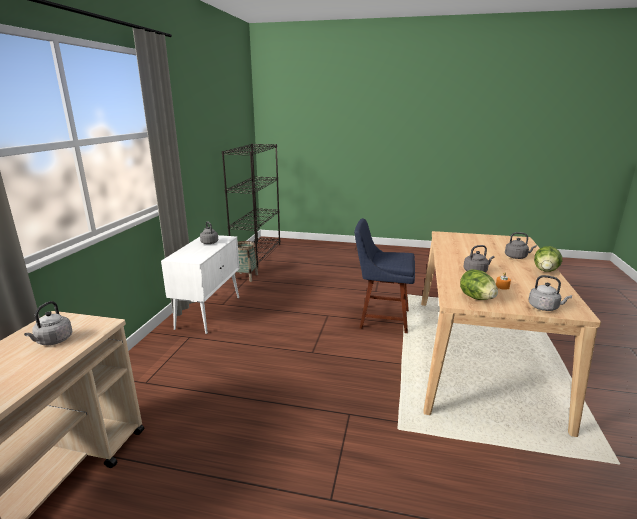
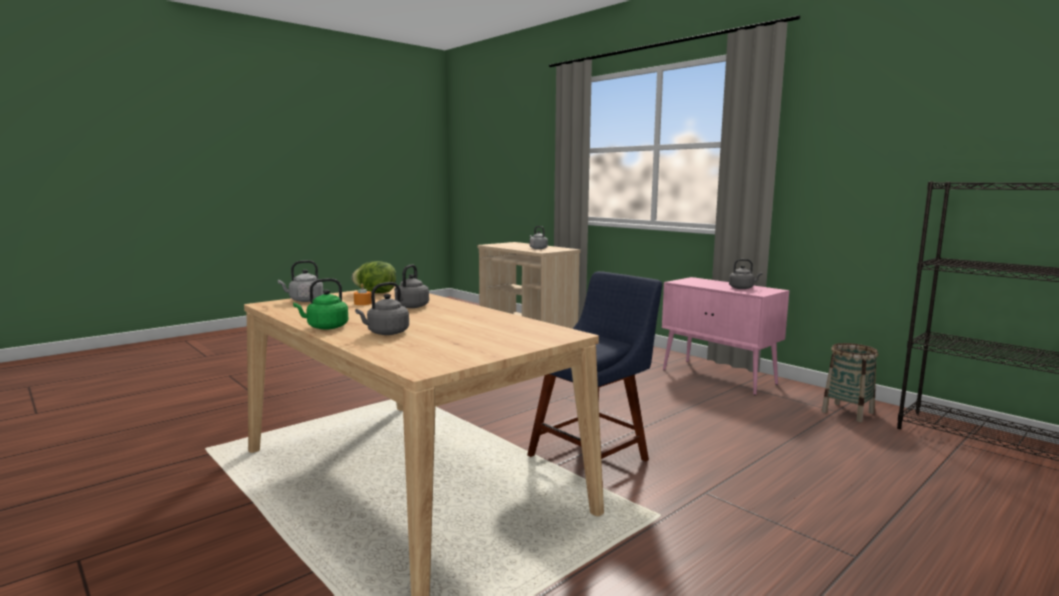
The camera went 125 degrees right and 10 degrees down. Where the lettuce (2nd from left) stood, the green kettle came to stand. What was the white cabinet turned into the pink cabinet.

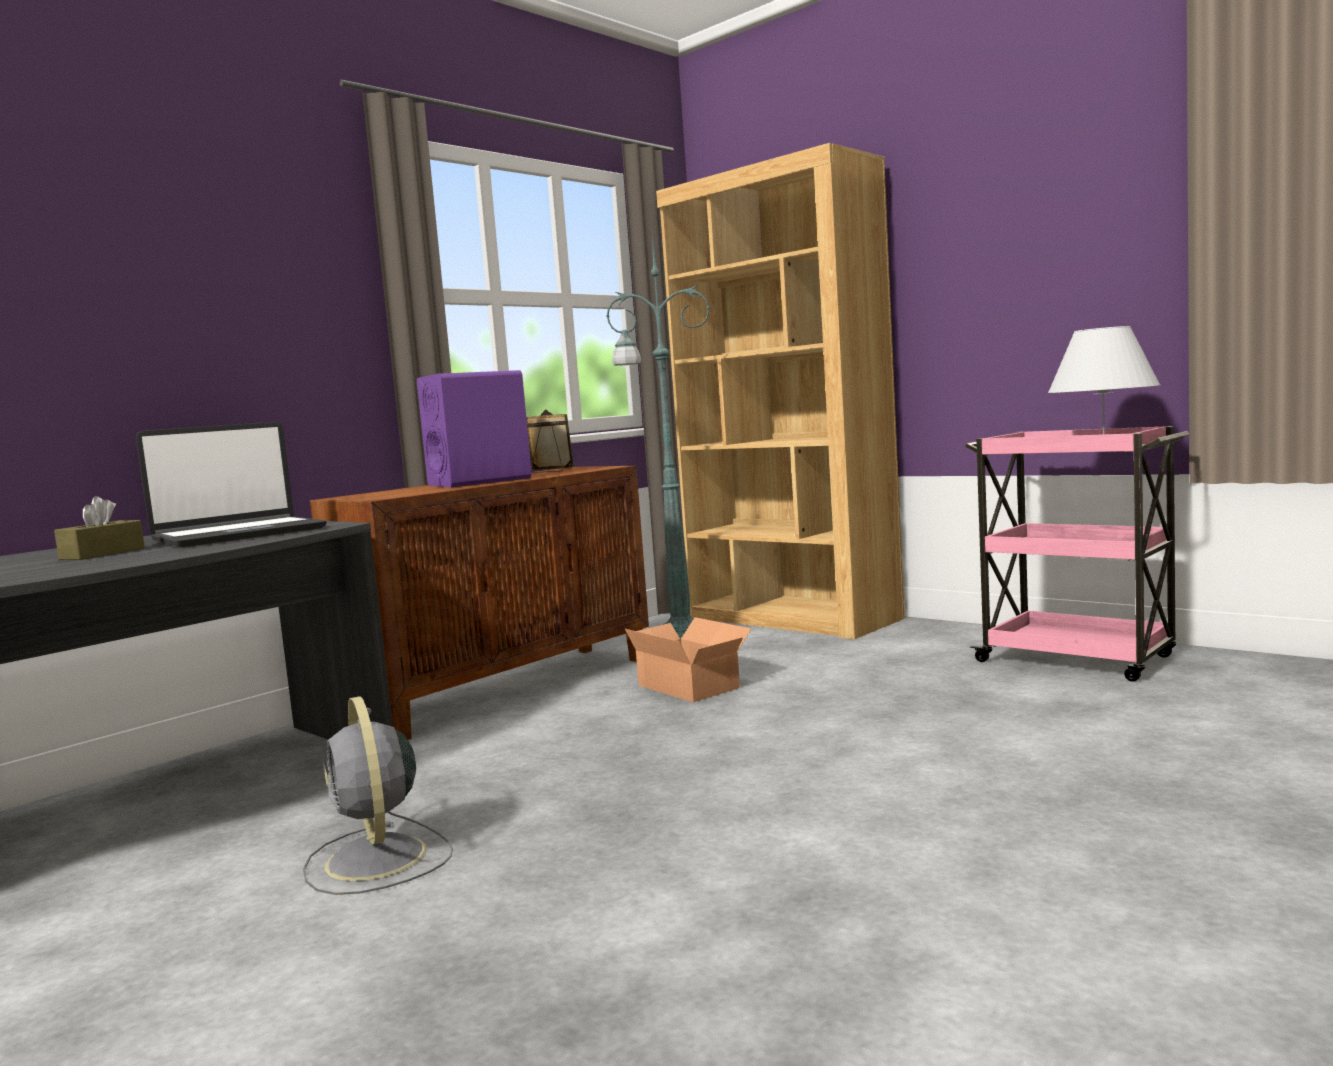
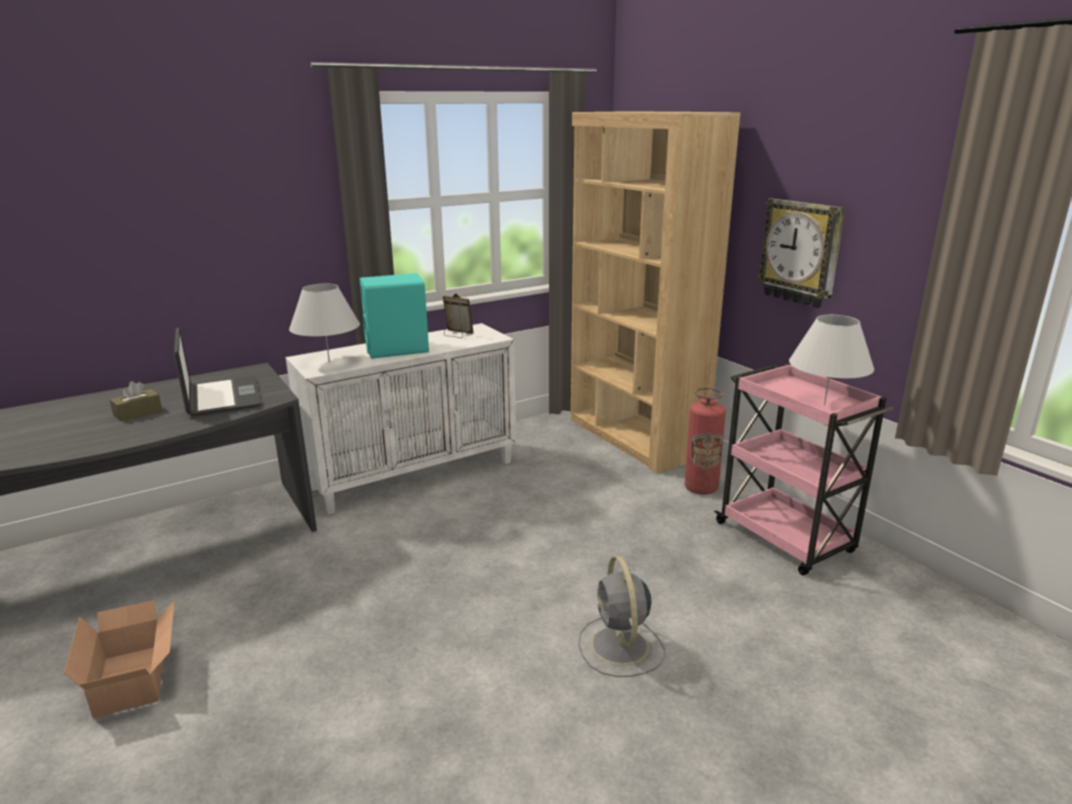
The camera went 15 degrees right and 15 degrees up. The second view lost the green floor lamp. The second view gained the white table lamp (1st from left). The second view gained the fire extinguisher. The second view gained the wall clock. The grey fan ended up elsewhere. The cardboard box ended up elsewhere. What was the brown cabinet turned into the white cabinet. What was the purple speaker turned into the turquoise speaker. The laptop ended up facing another way, 90 degrees counterclockwise from before.

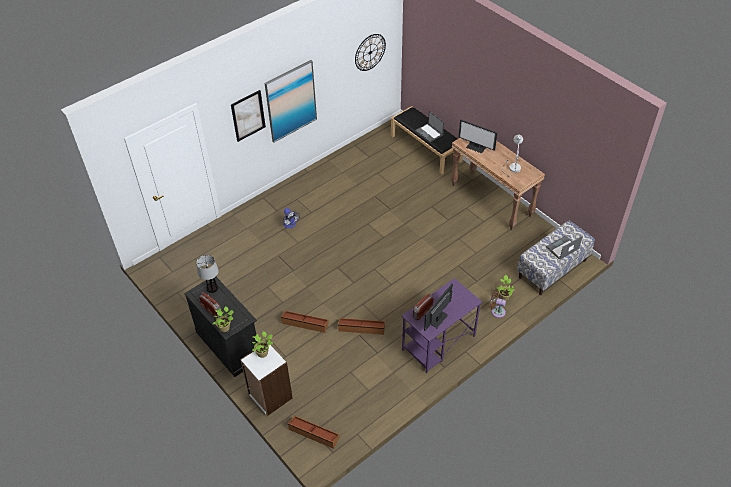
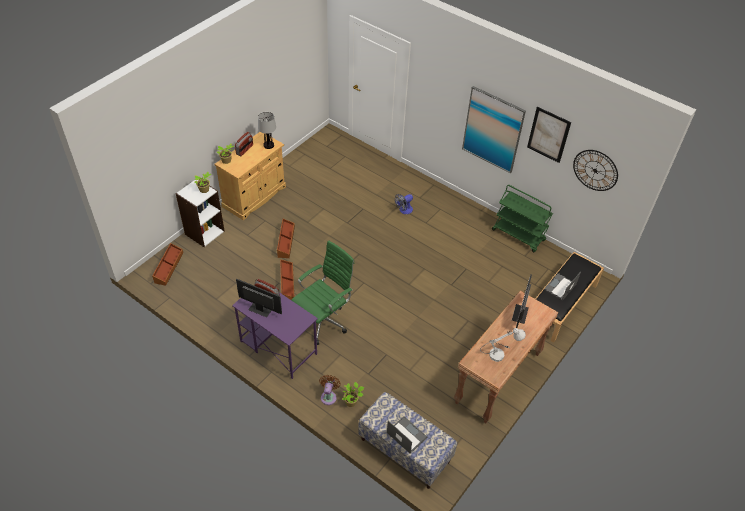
The camera went 75 degrees right and 0 degrees up. The second view gained the green office chair. The second view gained the green cart. The picture (1st from left in the first image) ended up elsewhere. What was the black cabinet turned into the beige cabinet.

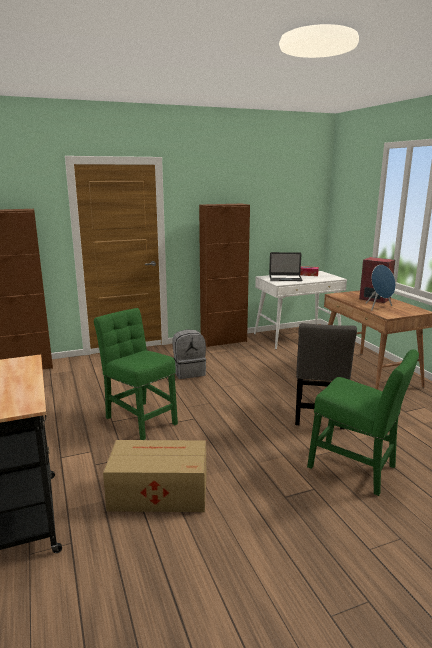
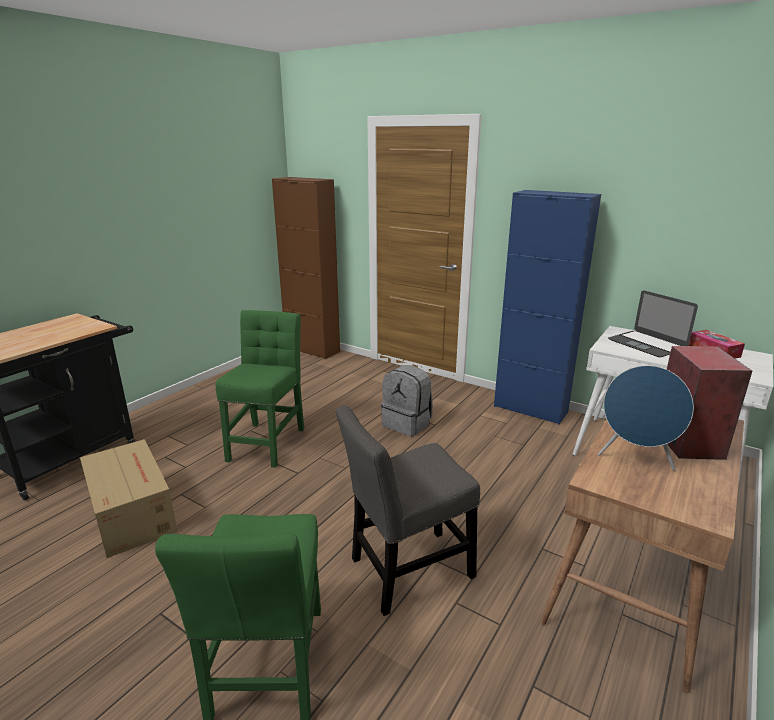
The camera went 55 degrees right and 5 degrees up. What was the brown cabinet (2nd from left) turned into the blue cabinet.

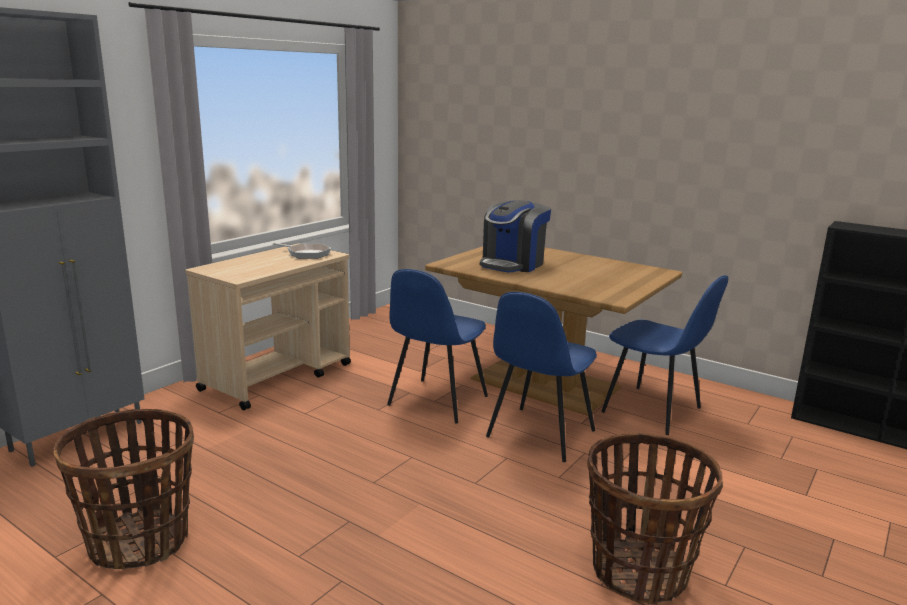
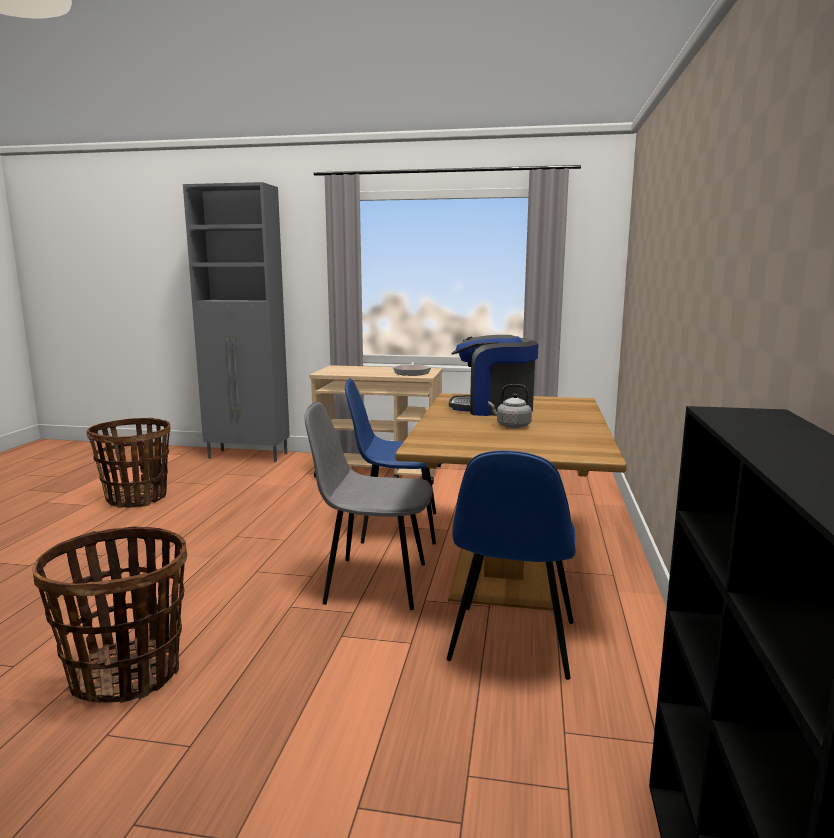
The camera went 65 degrees right and 5 degrees down. The second view gained the grey kettle. What was the blue chair (2nd from left) turned into the grey chair.

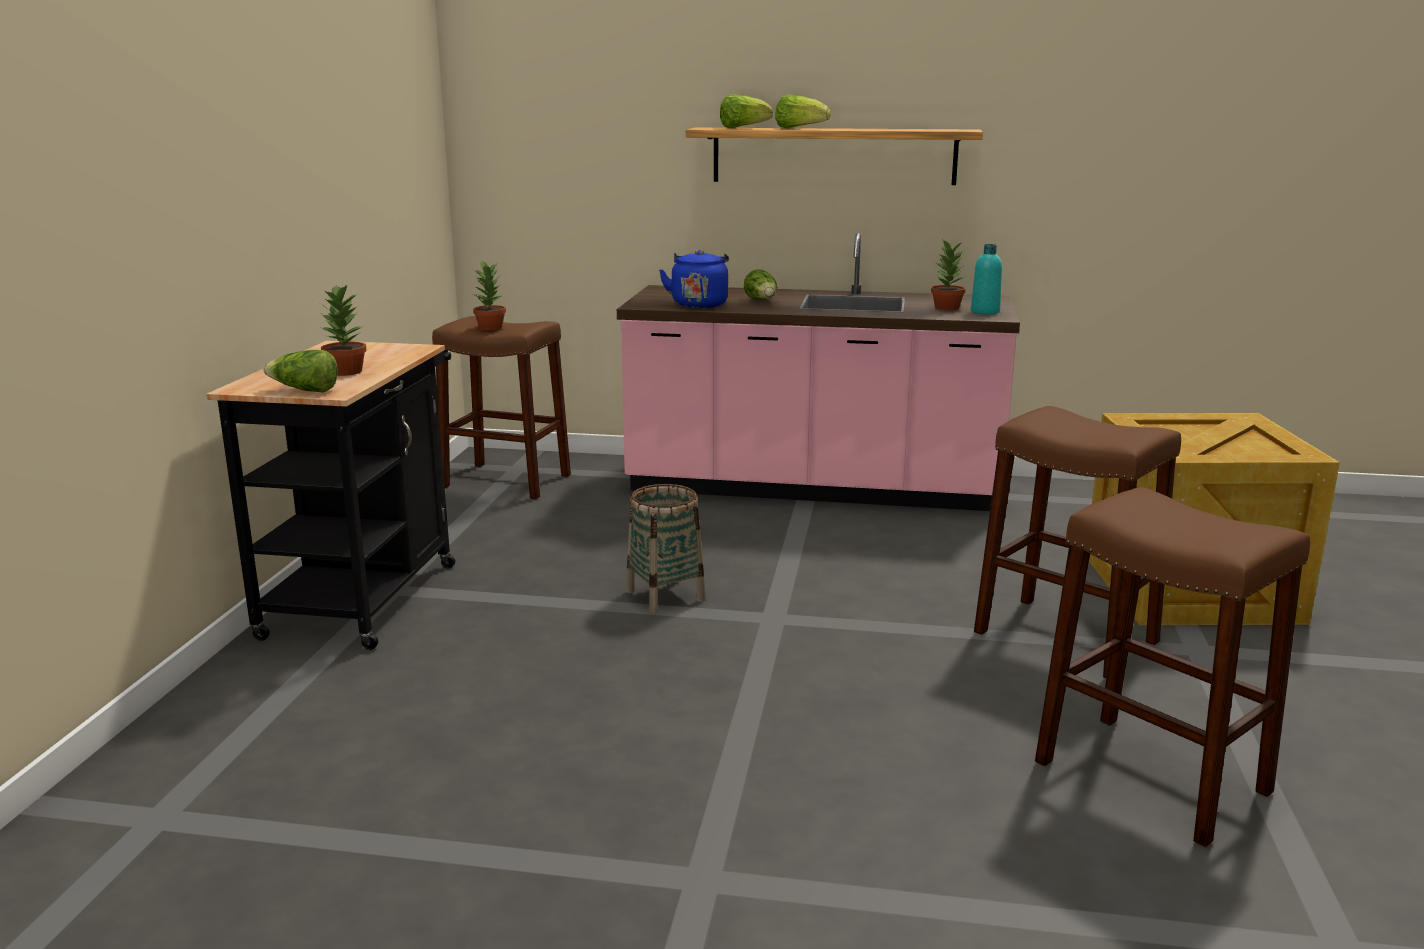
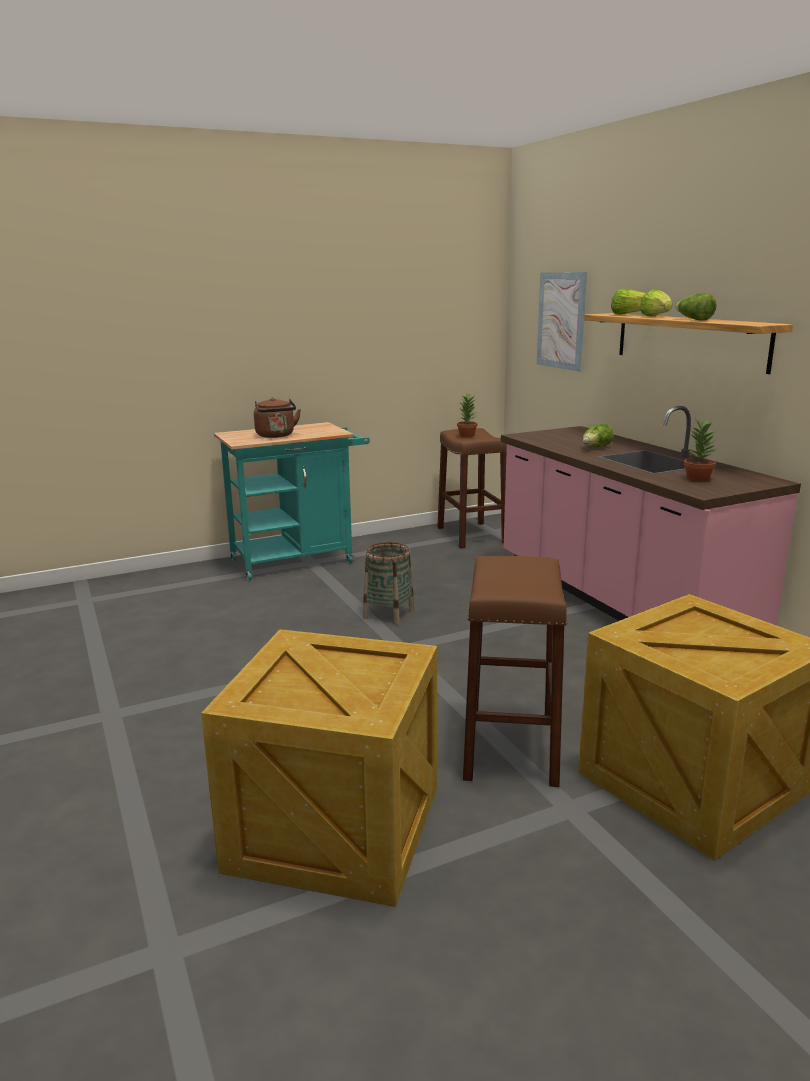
The camera went 55 degrees right and 0 degrees up. The second view lost the blue kettle. The second view lost the turquoise bottle. The second view gained the picture. The lettuce (1st from left in the first image) ended up elsewhere. Where the potted plant (1st from left) stood, the brown kettle came to stand. Where the brown stool (3rd from left) stood, the crate (1st from left) came to stand. What was the black cart turned into the turquoise cart.

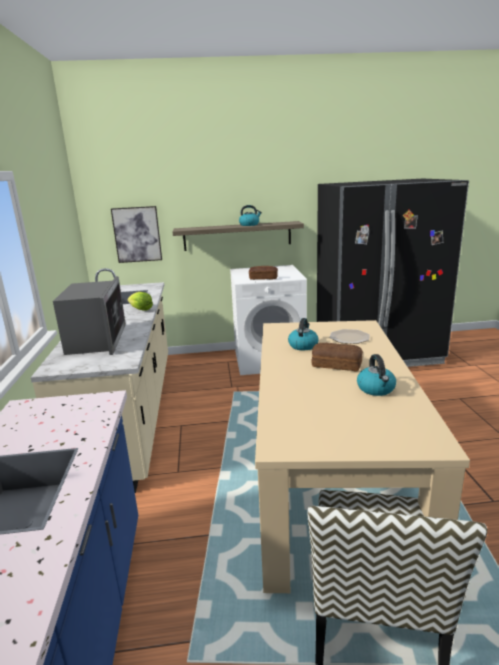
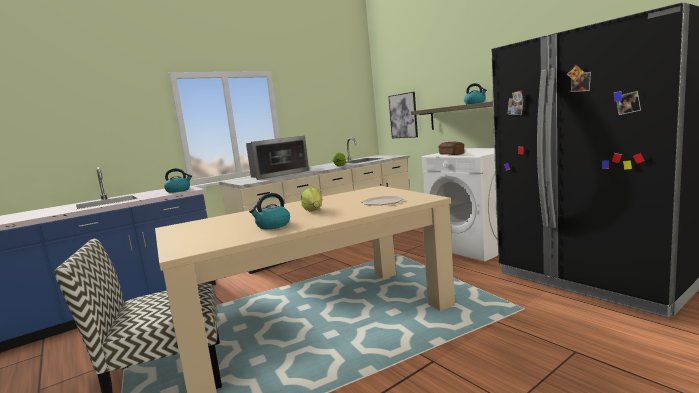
The camera went 60 degrees right and 10 degrees down. The kettle (2nd from left in the first image) ended up elsewhere. Where the bread (2nd from left) stood, the lettuce (1st from left) came to stand.

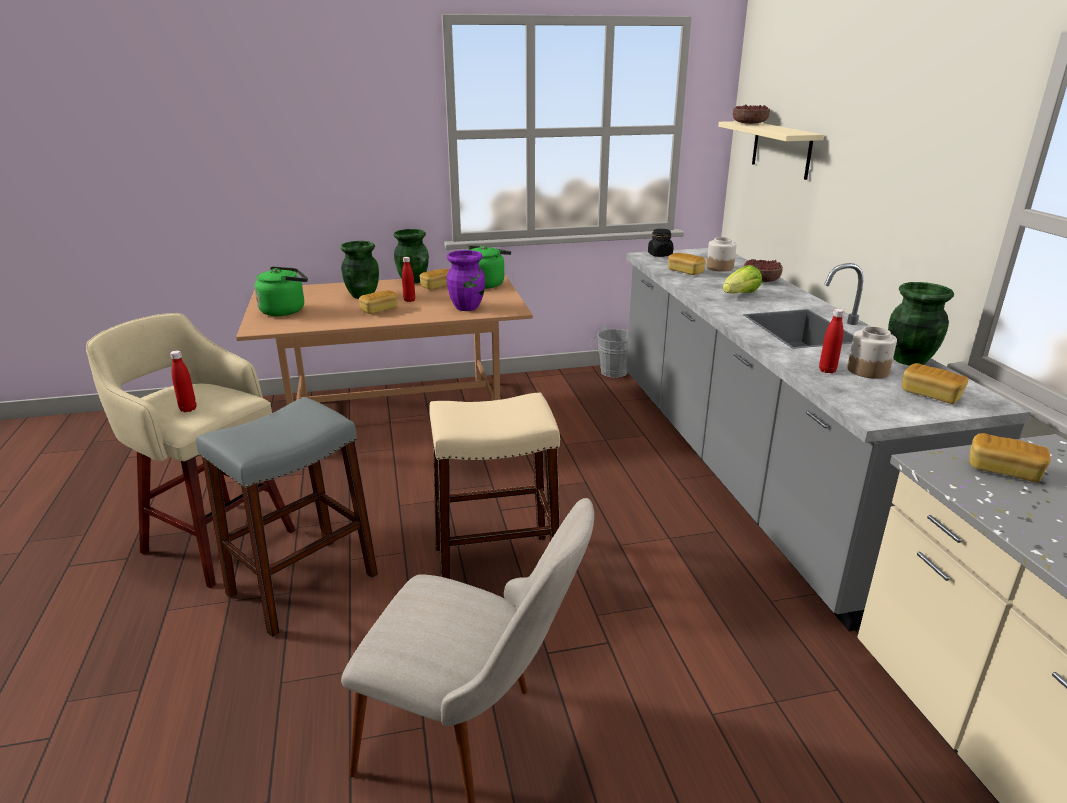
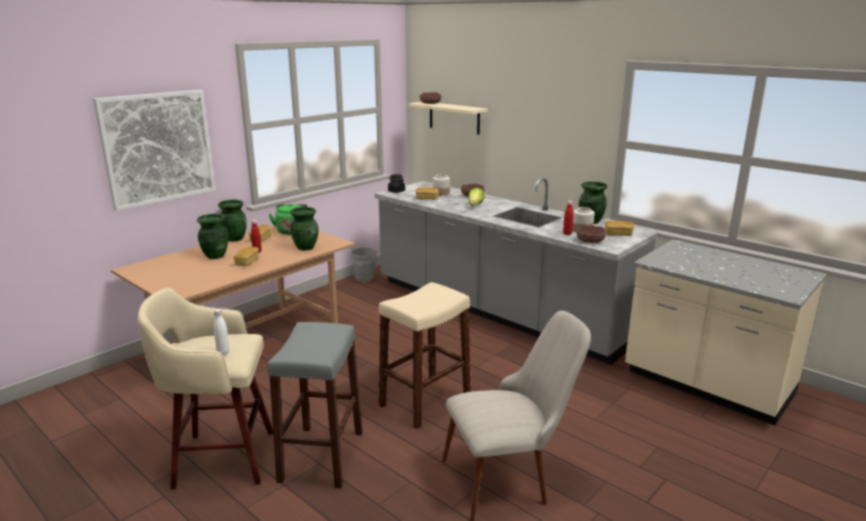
The camera went 35 degrees left and 5 degrees down. The second view lost the green kettle (1st from left). The second view lost the bread (5th from left). The second view gained the picture. The second view gained the bowl (3rd from left). What was the red bottle (1st from left) turned into the white bottle. What was the purple vase turned into the green vase (3rd from left).

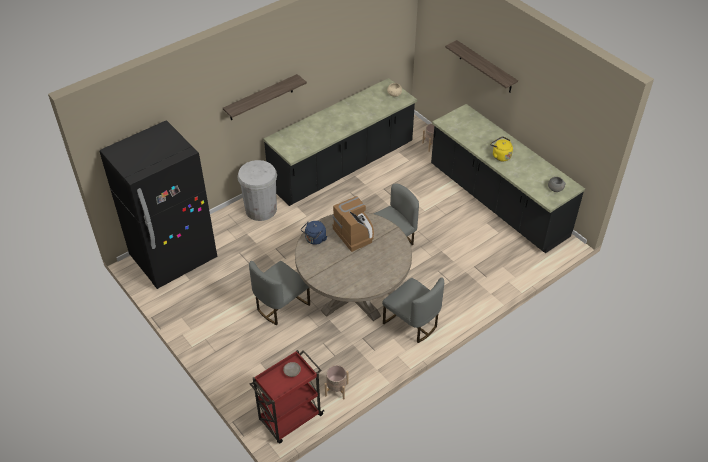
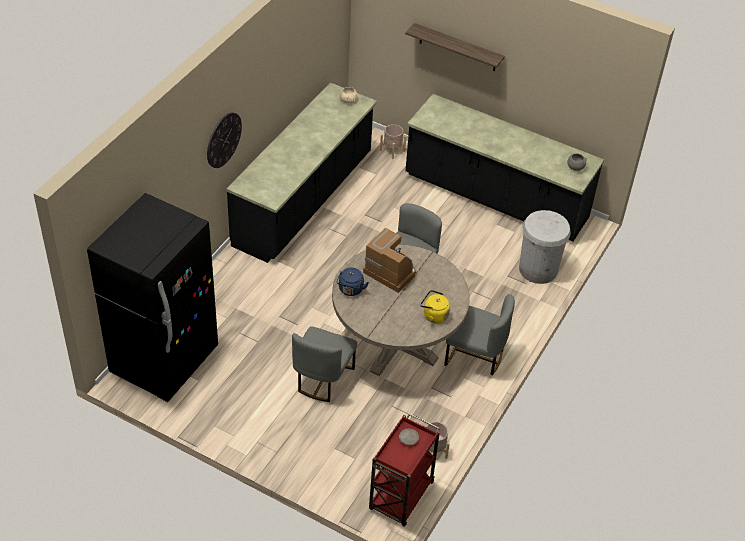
The camera went 25 degrees left and 0 degrees up. The white trash can ended up elsewhere. The yellow kettle ended up elsewhere. Where the shelf (1st from left) hung, the wall clock came to hang.

